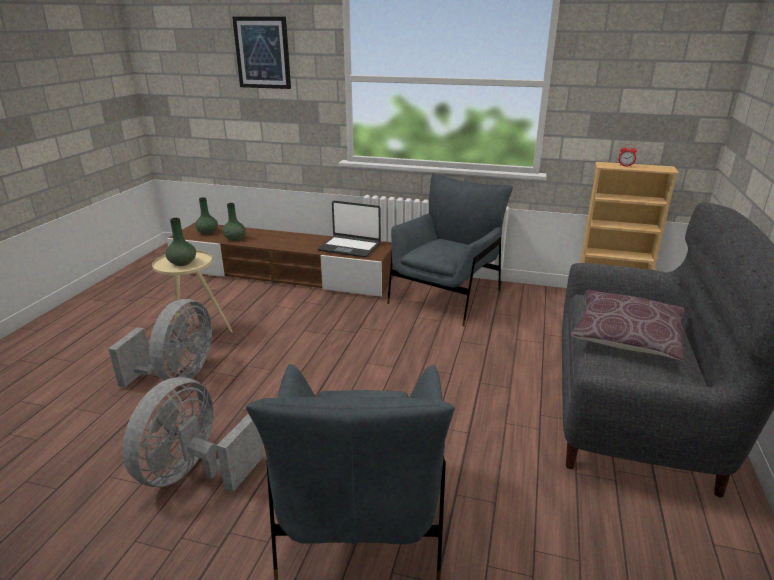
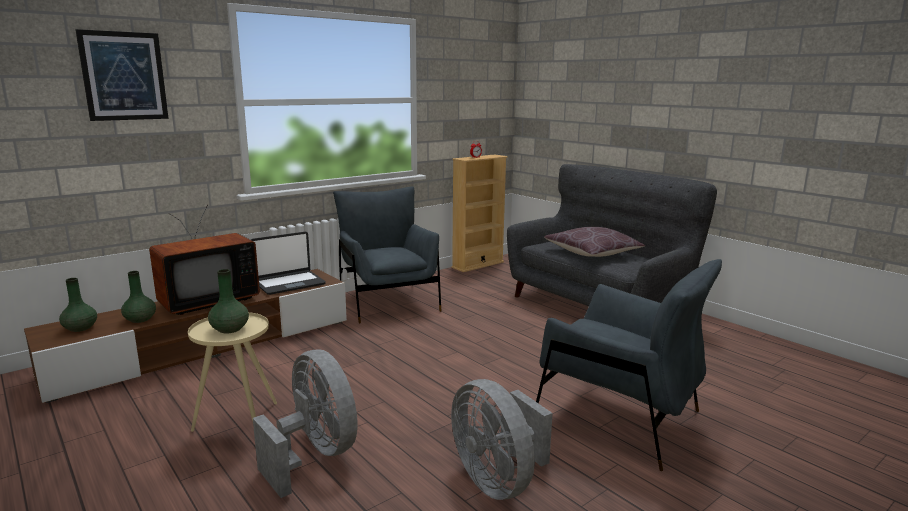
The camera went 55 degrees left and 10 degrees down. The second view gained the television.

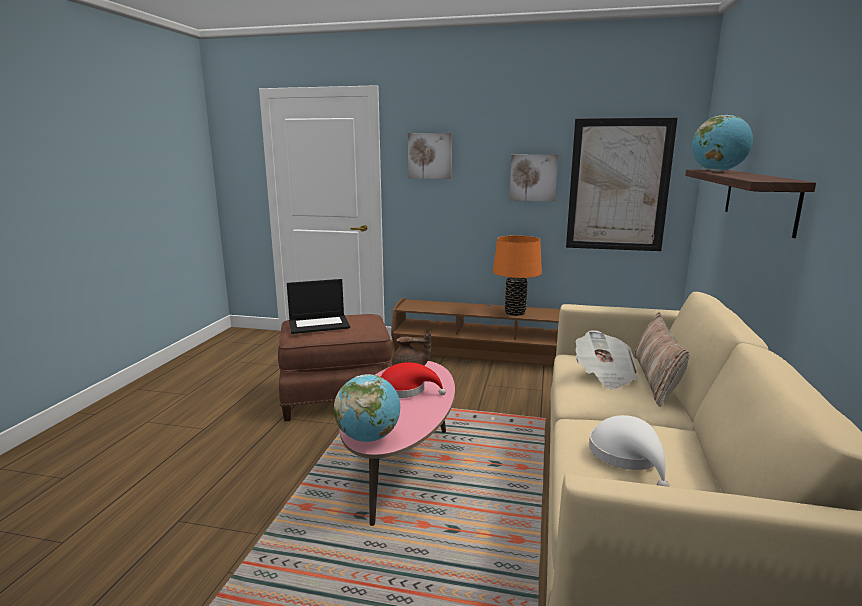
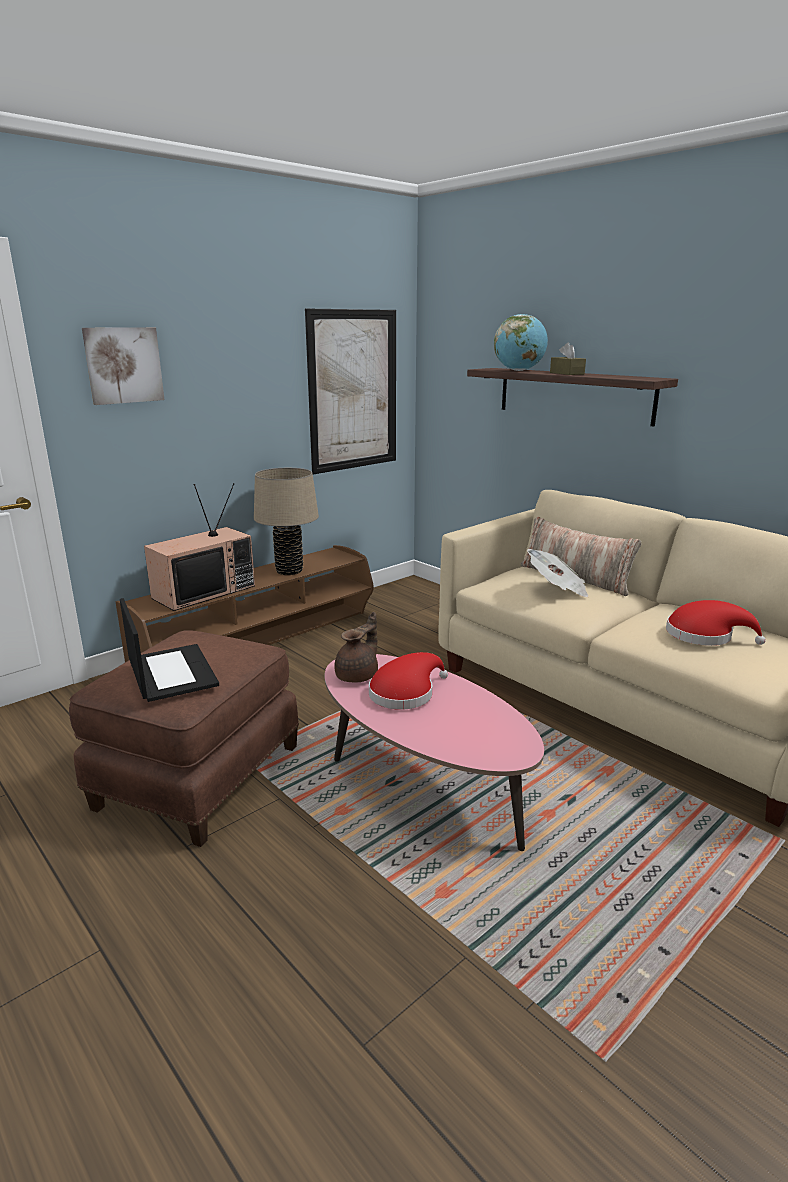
The camera went 55 degrees left and 5 degrees up. The second view lost the globe (1st from left). The second view lost the picture (2nd from left). The second view gained the television. The second view gained the brown tissue box. What was the orange table lamp turned into the beige table lamp. What was the white hat turned into the red hat (2nd from left). The laptop ended up facing another way, 45 degrees counterclockwise from before.

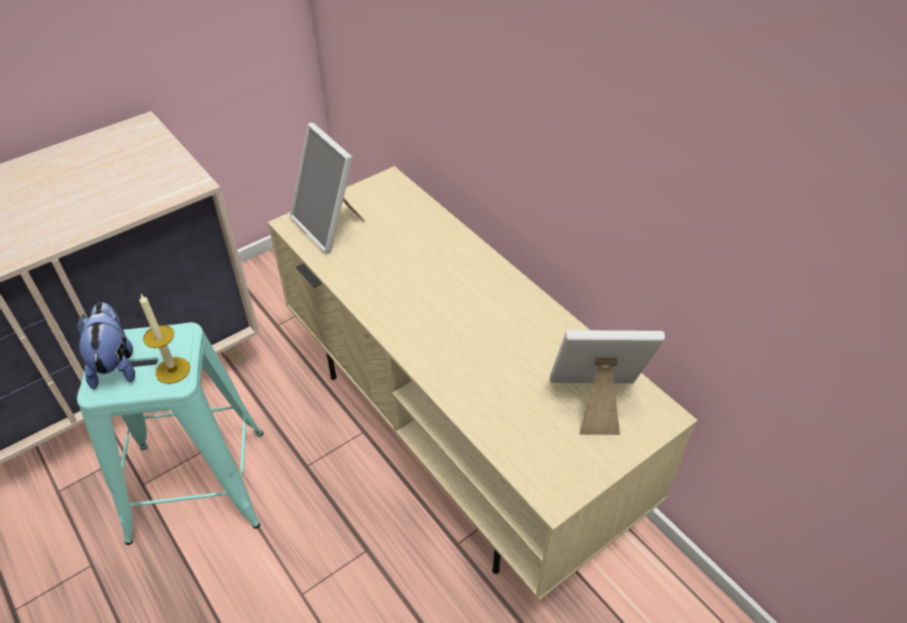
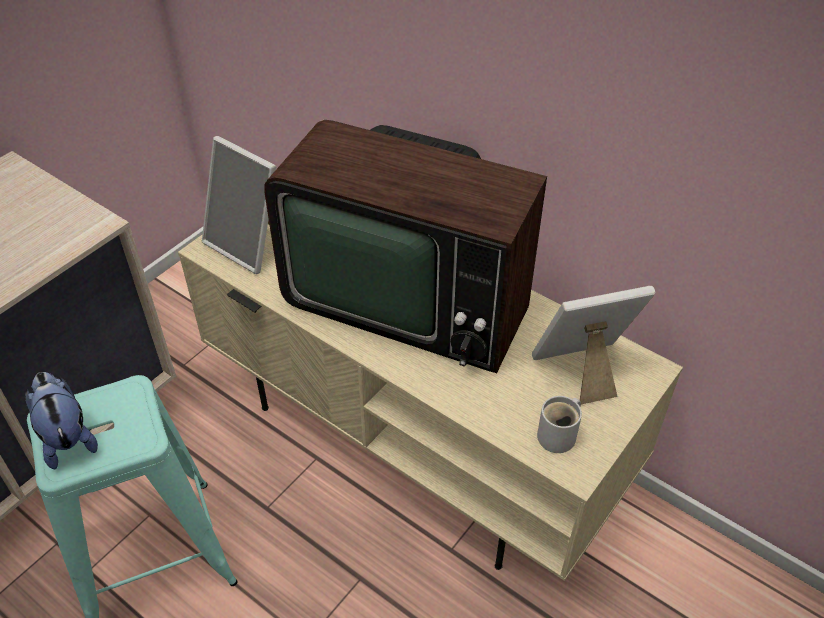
The camera went 15 degrees left and 0 degrees up. The second view lost the candle. The second view gained the television. The second view gained the white mug.

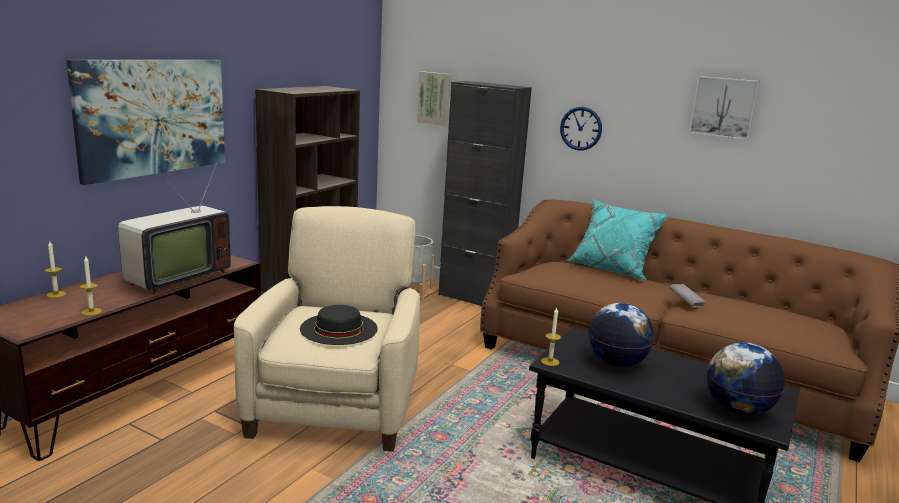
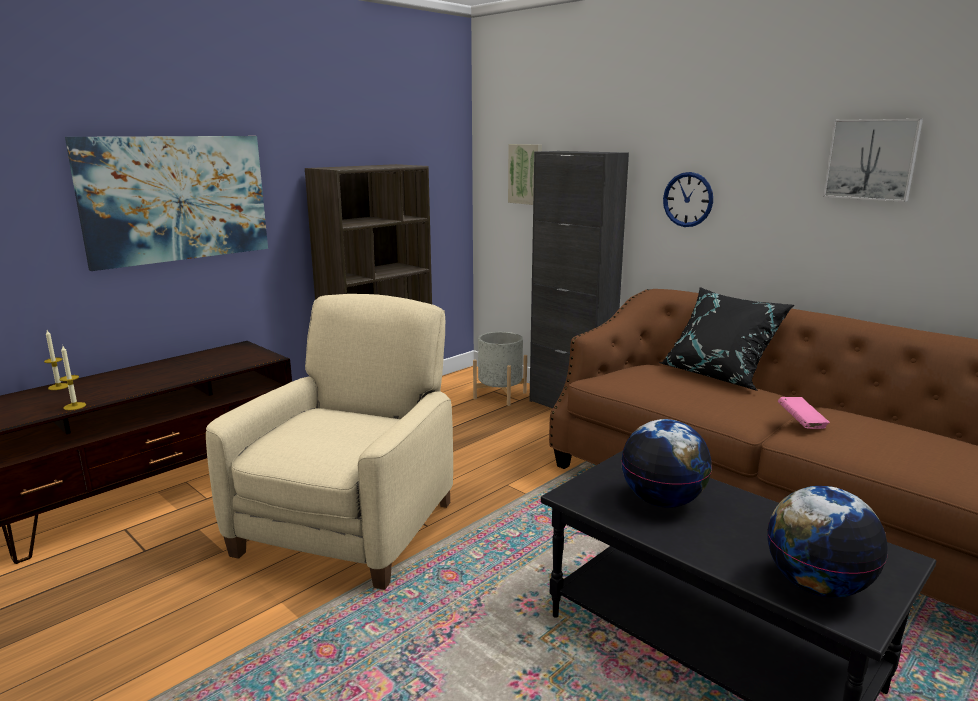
The camera went 15 degrees right and 0 degrees up. The second view lost the television. The second view lost the black hat. The second view lost the candle (3rd from left). What was the turquoise pillow turned into the black pillow. What was the grey book turned into the pink book.

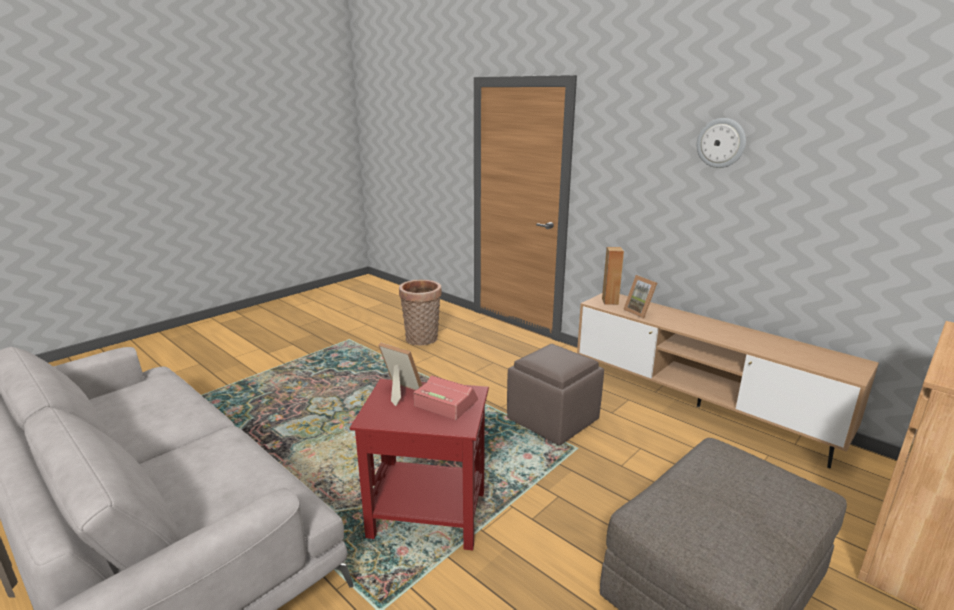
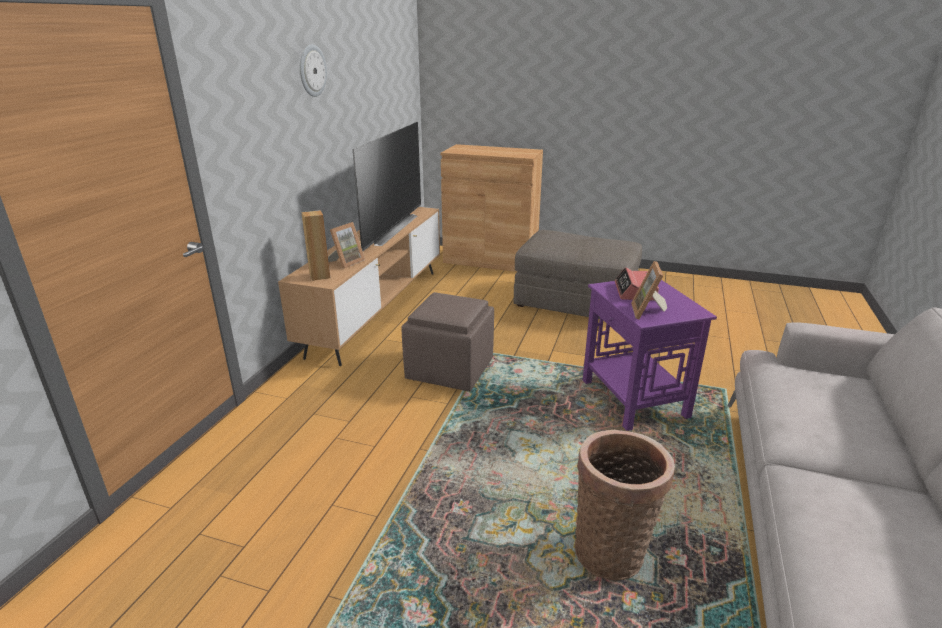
The camera went 115 degrees left and 5 degrees up. The second view gained the television. The basket ended up elsewhere. What was the red side table turned into the purple side table.

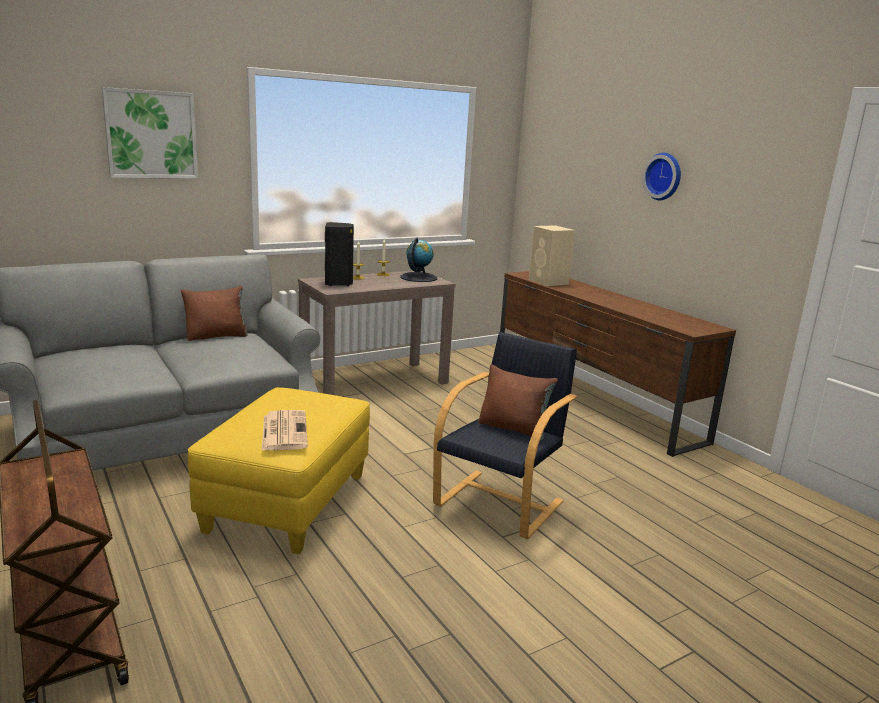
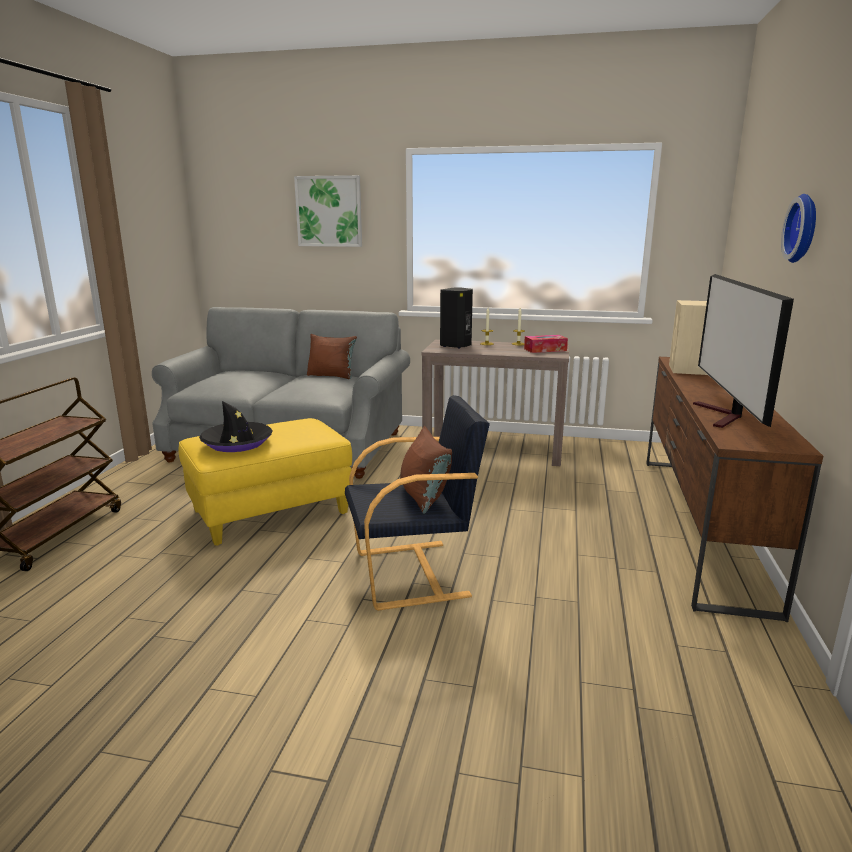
The camera went 45 degrees right and 0 degrees up. The second view gained the television. Where the newspaper stood, the black hat came to stand. Where the globe stood, the tissue box came to stand.

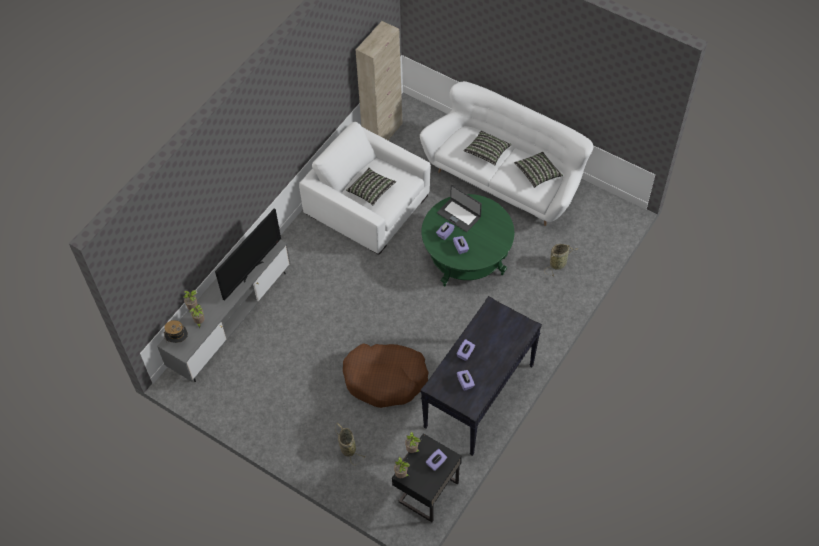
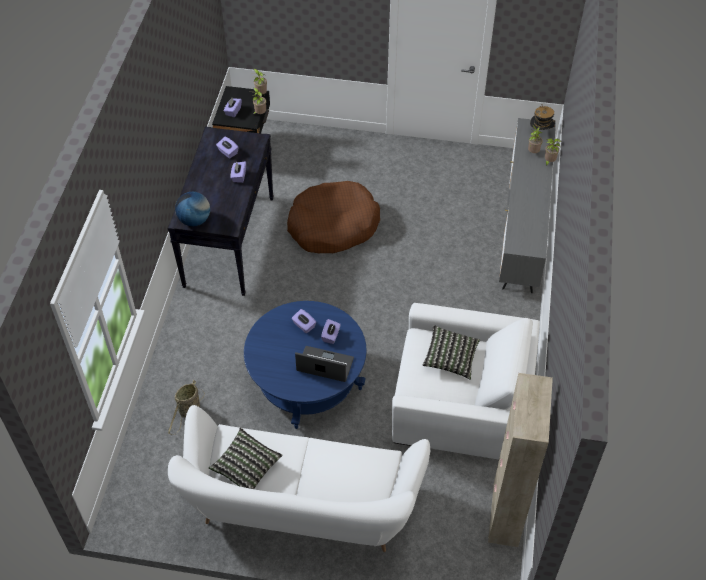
The camera went 155 degrees right and 5 degrees down. The second view lost the television. The second view lost the basket (1st from left). The second view lost the pillow (2nd from left). The second view gained the globe. What was the green coffee table turned into the blue coffee table.

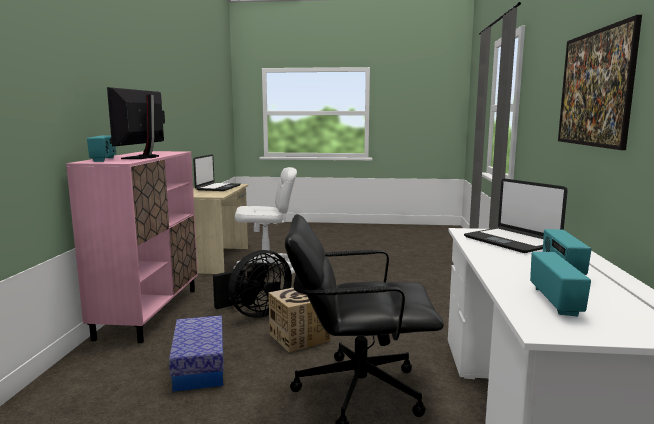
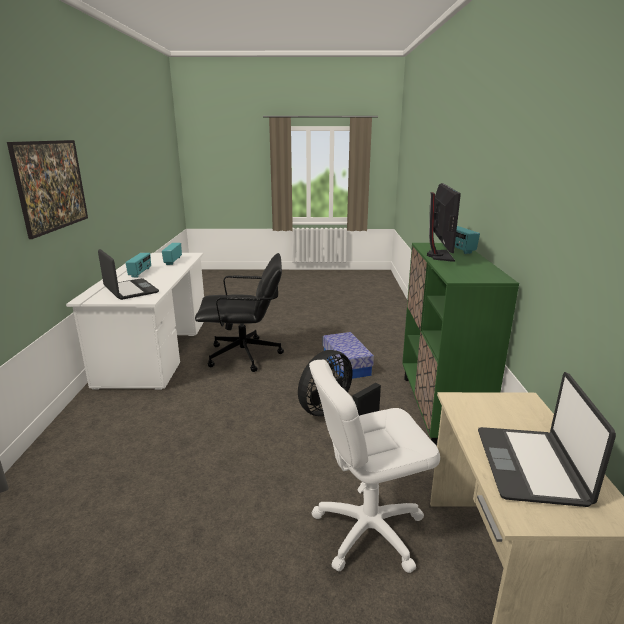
The camera went 175 degrees right and 10 degrees up. The second view lost the cardboard box. What was the pink cabinet turned into the green cabinet.

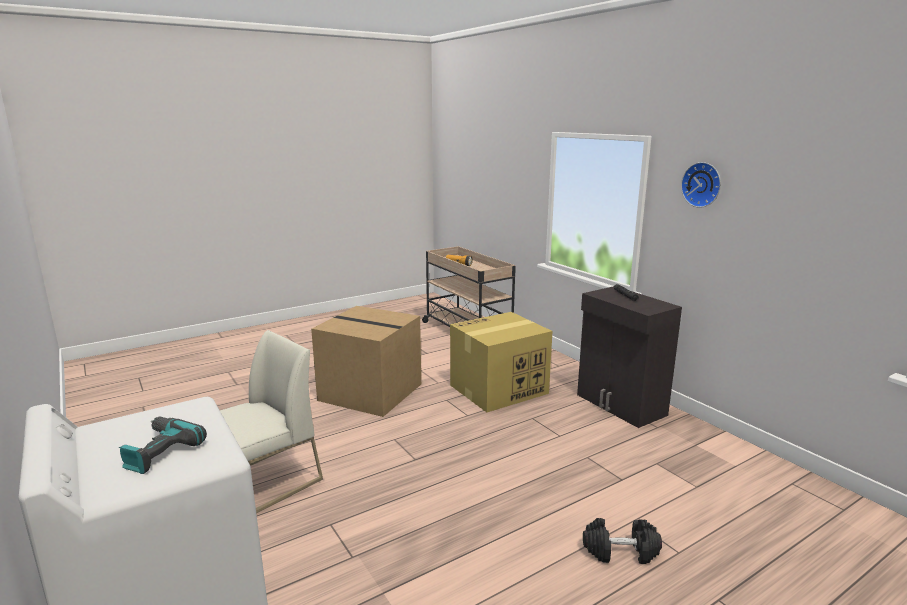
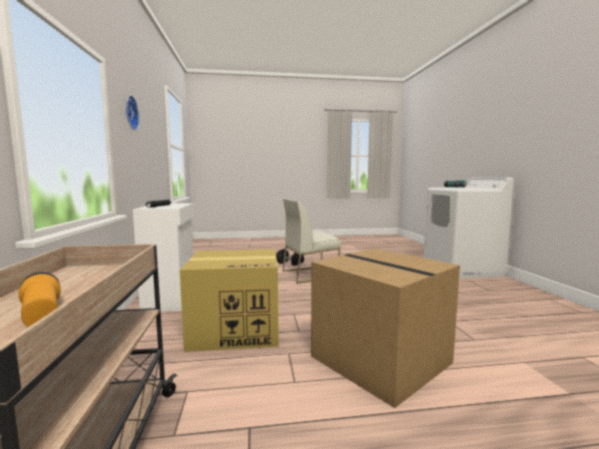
The camera went 155 degrees left and 10 degrees down. The white chair ended up elsewhere. What was the black cabinet turned into the white cabinet.

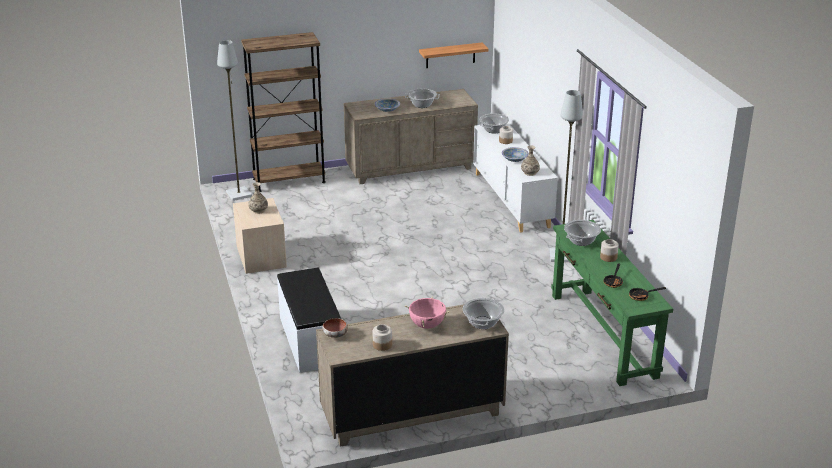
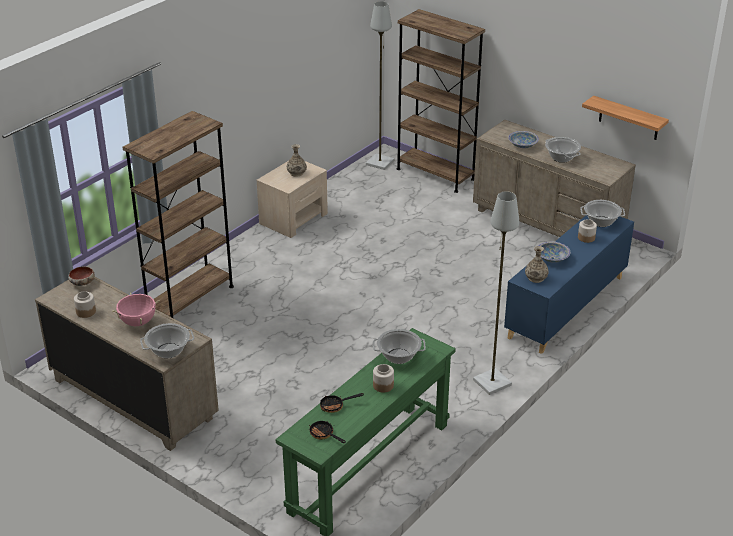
The camera went 55 degrees right and 5 degrees up. Where the white bench stood, the brown bookcase (1st from left) came to stand. What was the white cabinet turned into the blue cabinet.

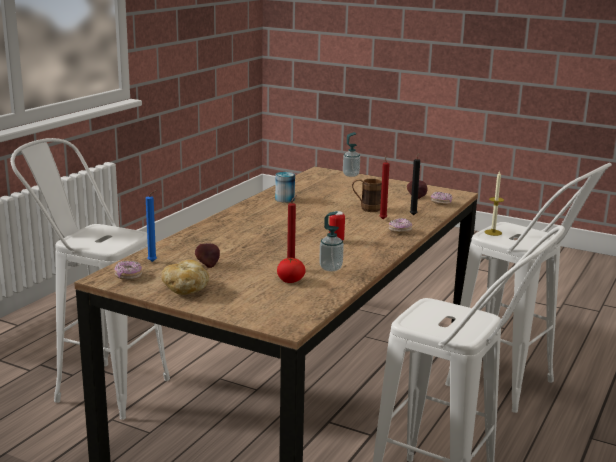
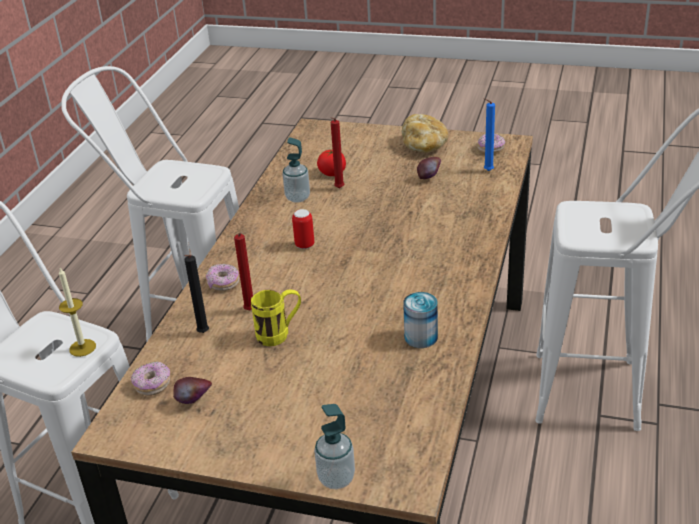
The camera went 170 degrees right and 15 degrees up. What was the brown mug turned into the yellow mug.

